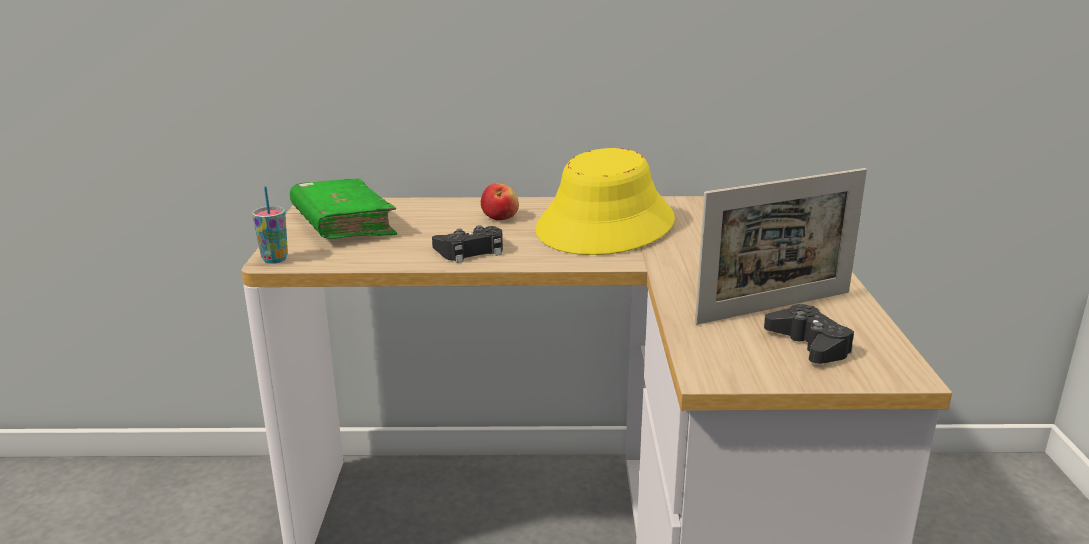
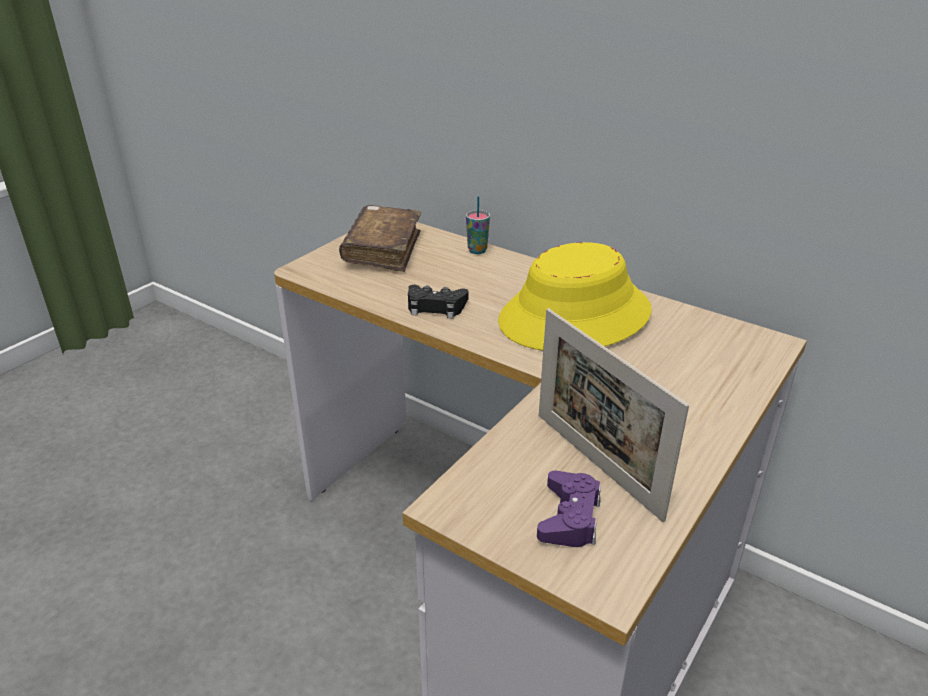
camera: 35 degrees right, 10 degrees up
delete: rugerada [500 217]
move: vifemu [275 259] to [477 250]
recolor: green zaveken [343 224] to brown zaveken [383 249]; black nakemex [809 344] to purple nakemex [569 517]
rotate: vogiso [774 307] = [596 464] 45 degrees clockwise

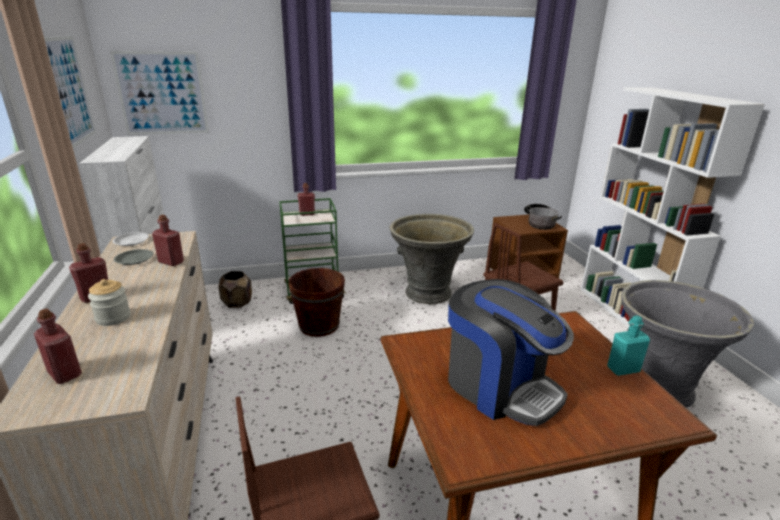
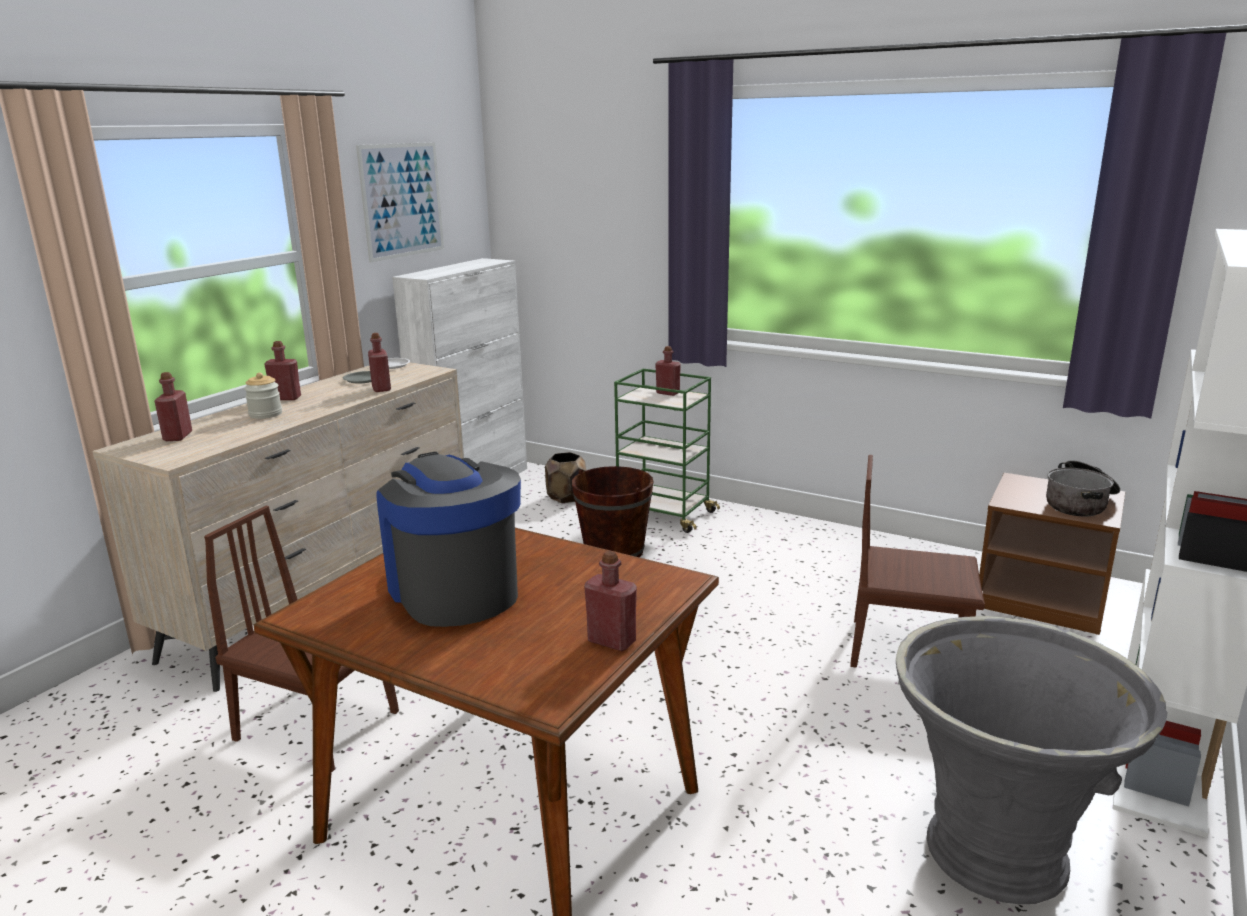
camera: 45 degrees right, 5 degrees down
delete: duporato [162 93]; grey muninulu [427 292]
recolor: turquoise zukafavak [623 369] to red zukafavak [611 641]
rotate: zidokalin [500 386] = [454 590] 150 degrees clockwise

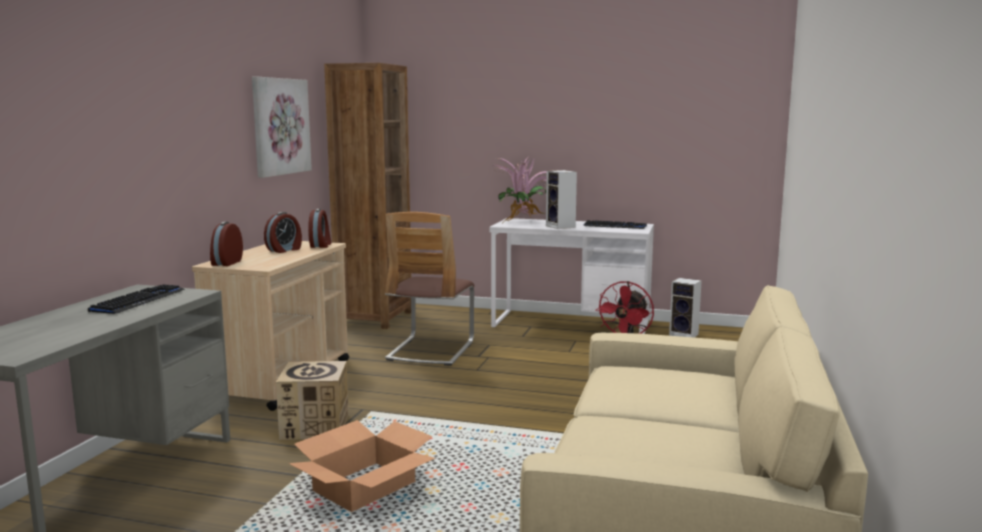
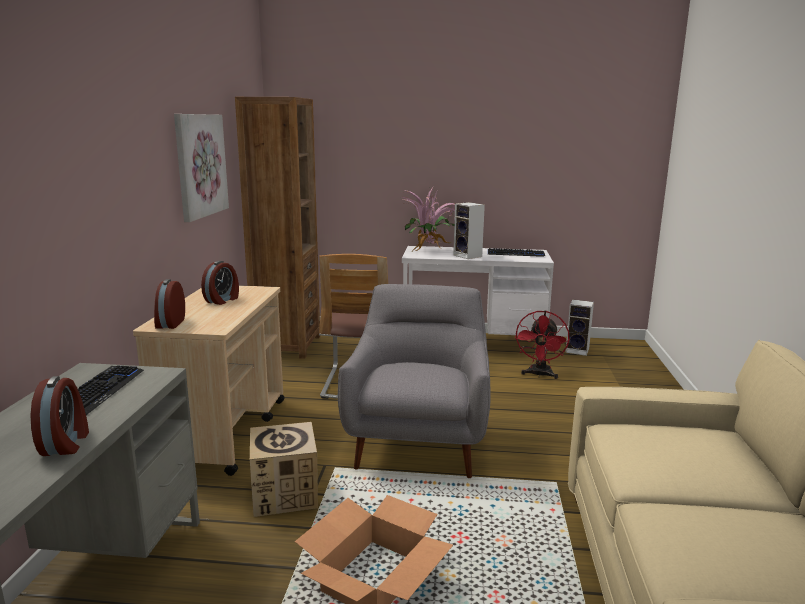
camera: 10 degrees left, 5 degrees up
insert: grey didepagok [418 442]
move: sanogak [321 245] to [66 443]

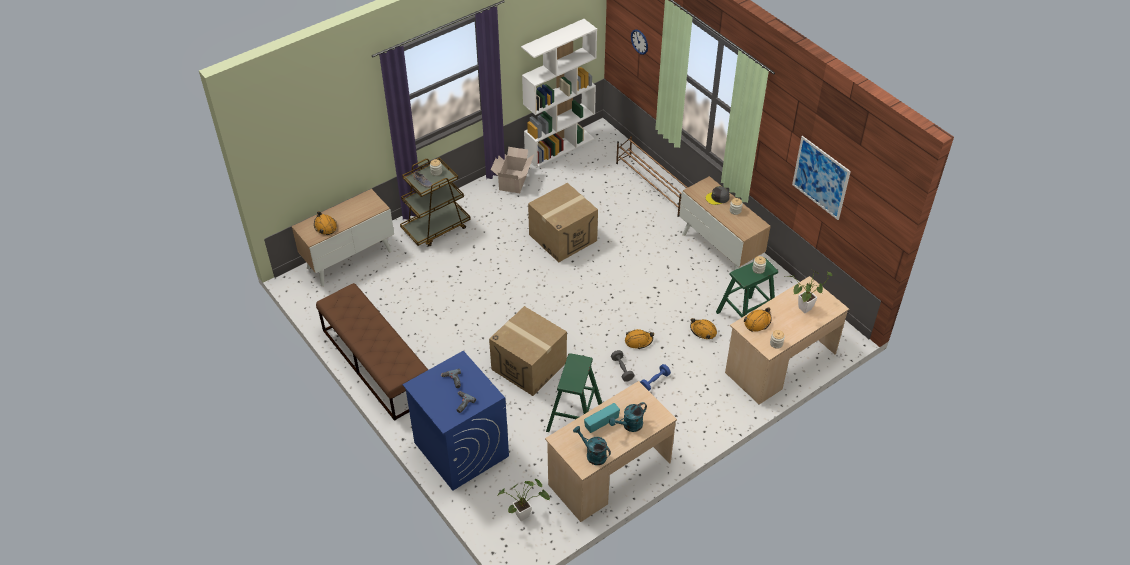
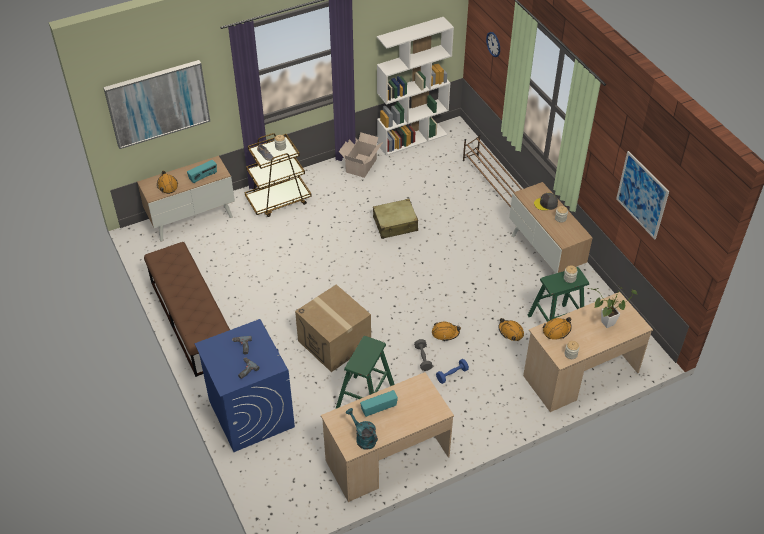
camera: 10 degrees right, 0 degrees up
delete: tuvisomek [525 514]; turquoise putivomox [629 426]
insert: duporato [158 103]; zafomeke [203 177]
replace: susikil [563 237] to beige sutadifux [395 224]

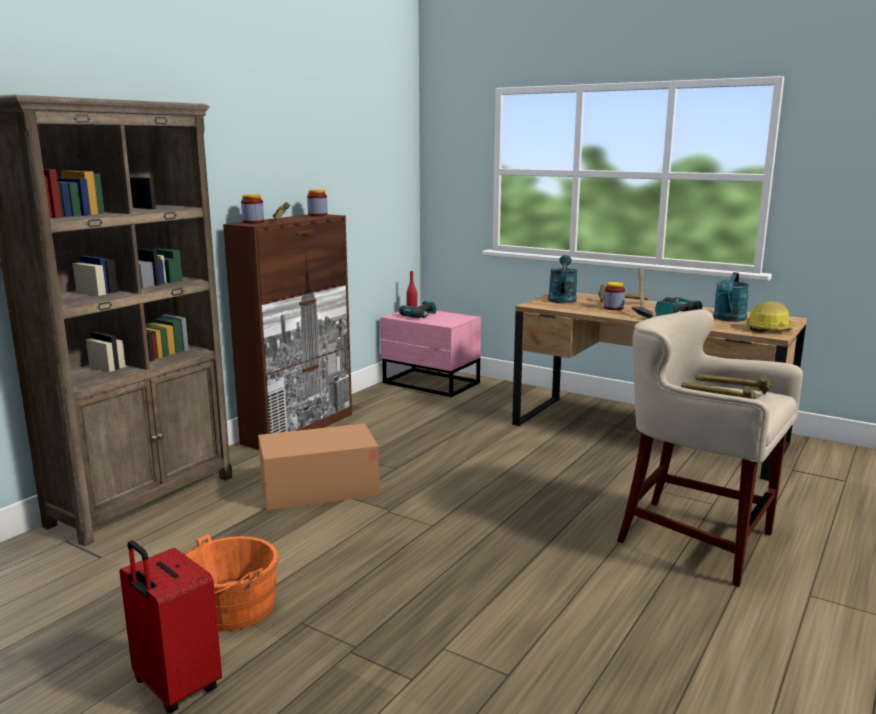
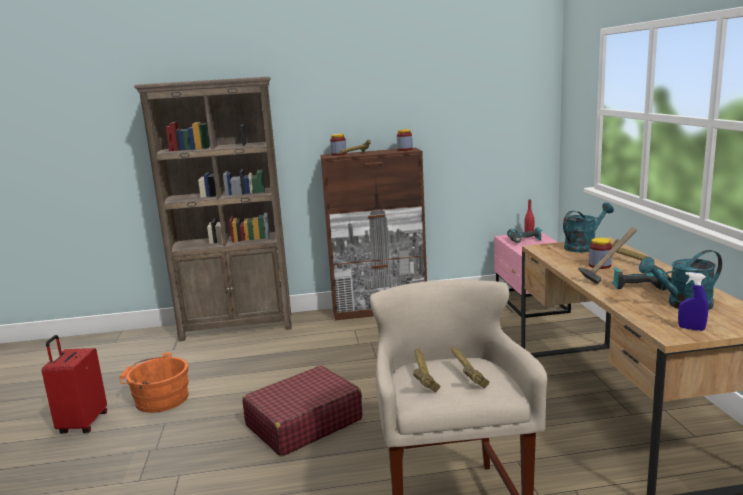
camera: 50 degrees right, 0 degrees up
delete: susikil [319 488]
insert: red sutadifux [303 423]
replace: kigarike [770 329] to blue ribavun [691 328]

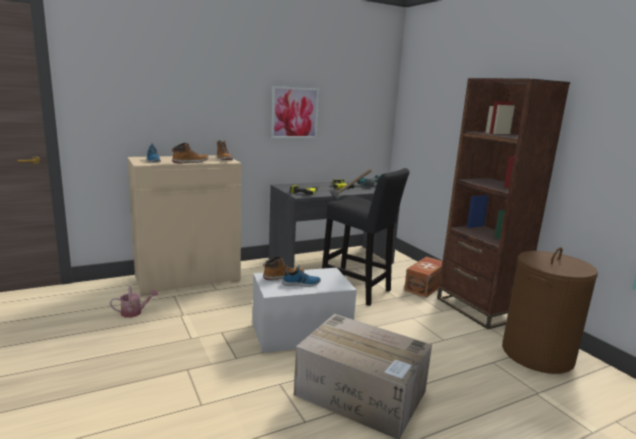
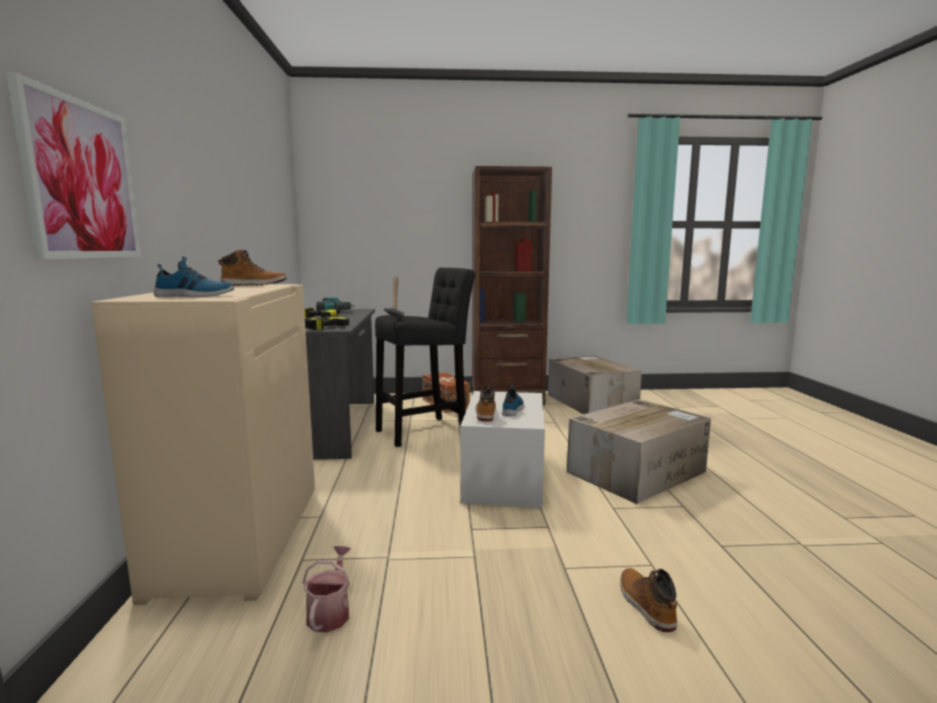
camera: 65 degrees left, 5 degrees down
move: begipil [190 162] to [645 605]; duporato [294 113] to [81 180]
replace: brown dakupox [537 354] to susikil [590 402]

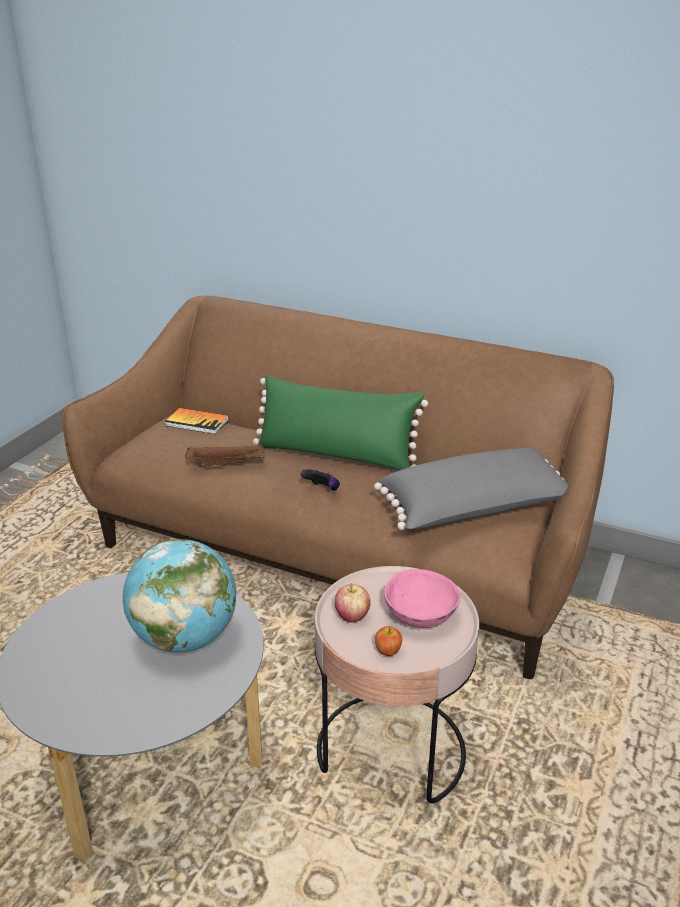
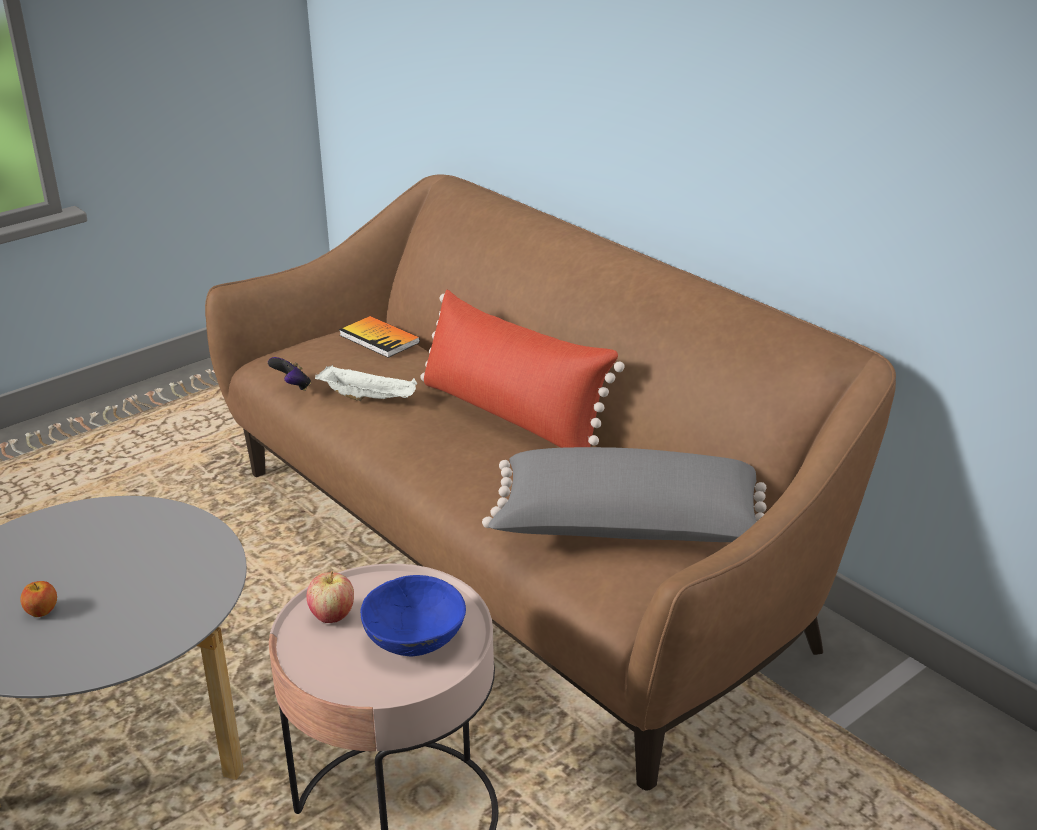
camera: 25 degrees right, 0 degrees up
delete: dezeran [185 638]
move: nakemex [322 490] to [292 387]; rugerada [388 650] to [42 611]
recolor: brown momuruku [228 464] to white momuruku [369 398]; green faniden [336 455] to red faniden [512 416]; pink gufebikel [419 615] to blue gufebikel [413 638]

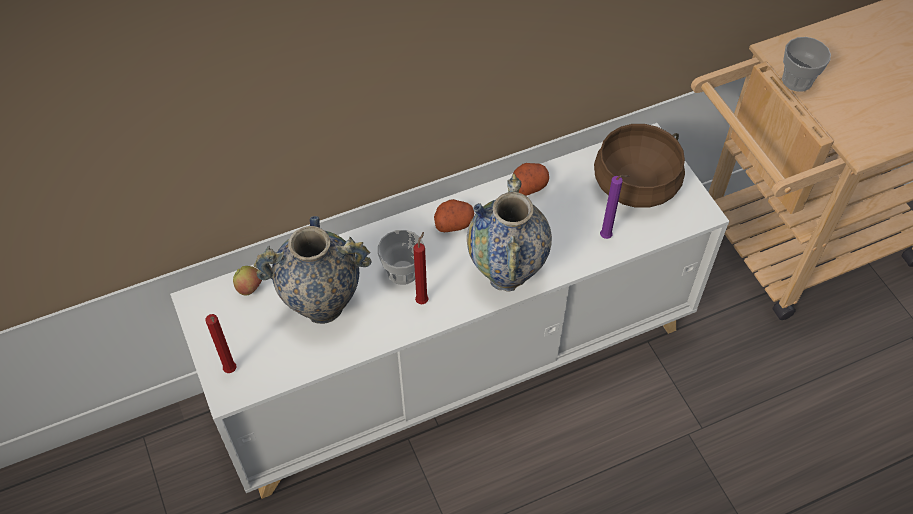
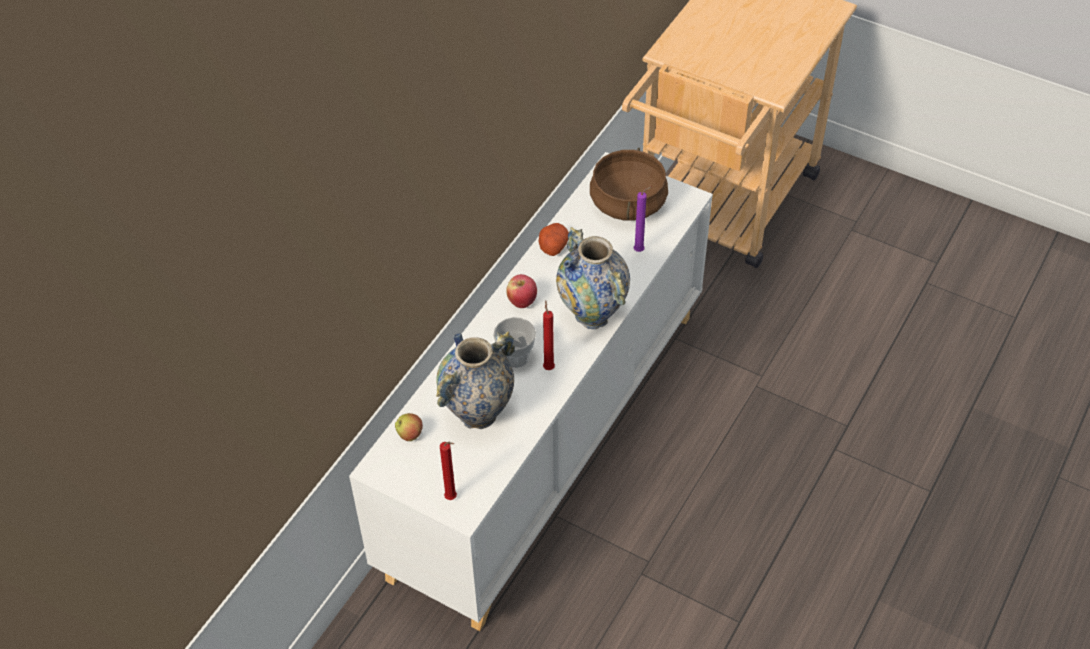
camera: 35 degrees left, 5 degrees down
delete: vifemu [797 80]
replace: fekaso [454 223] to rugerada [522 301]

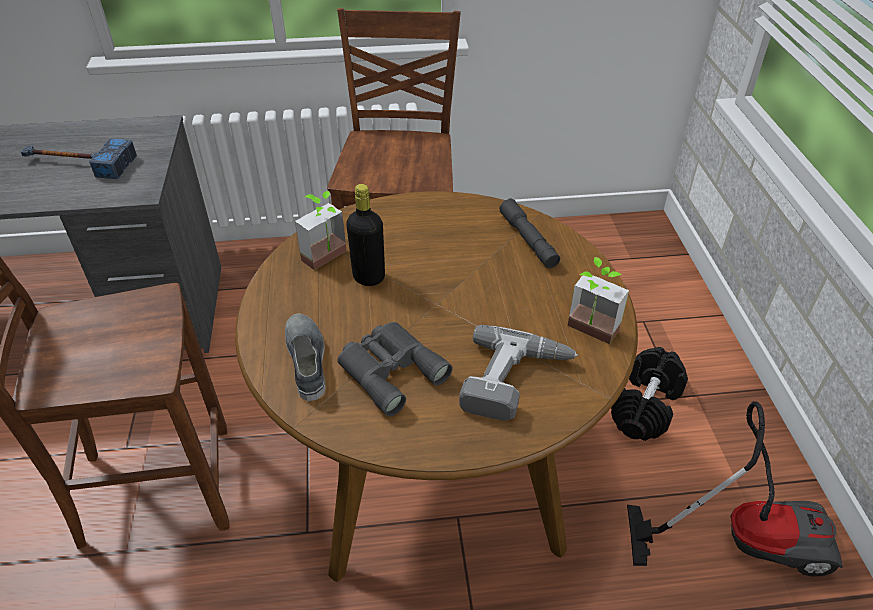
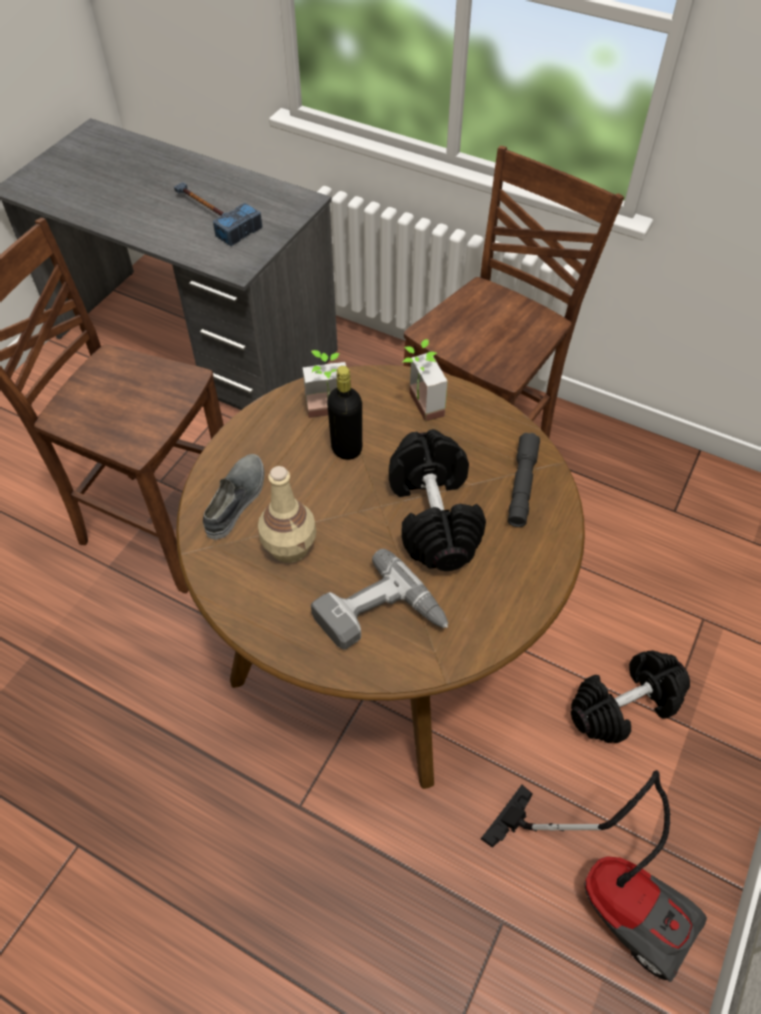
camera: 35 degrees right, 10 degrees up
insert: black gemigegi [434 516]
move: tuvisomek [588 333] to [418 407]
replace: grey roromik [390 369] to beige zukafavak [290 546]

